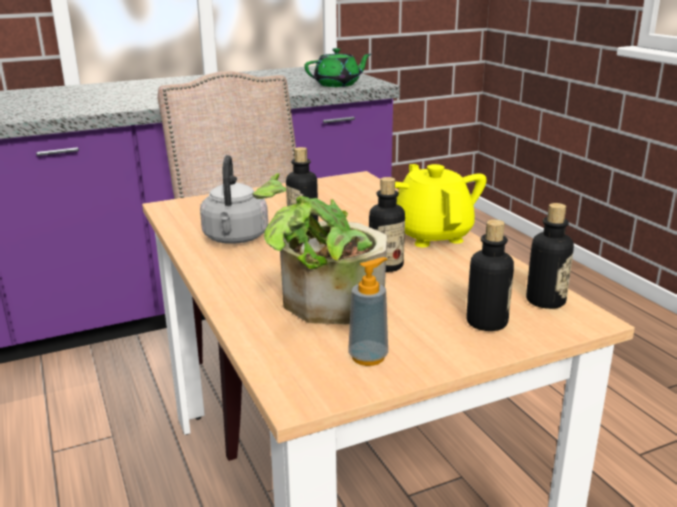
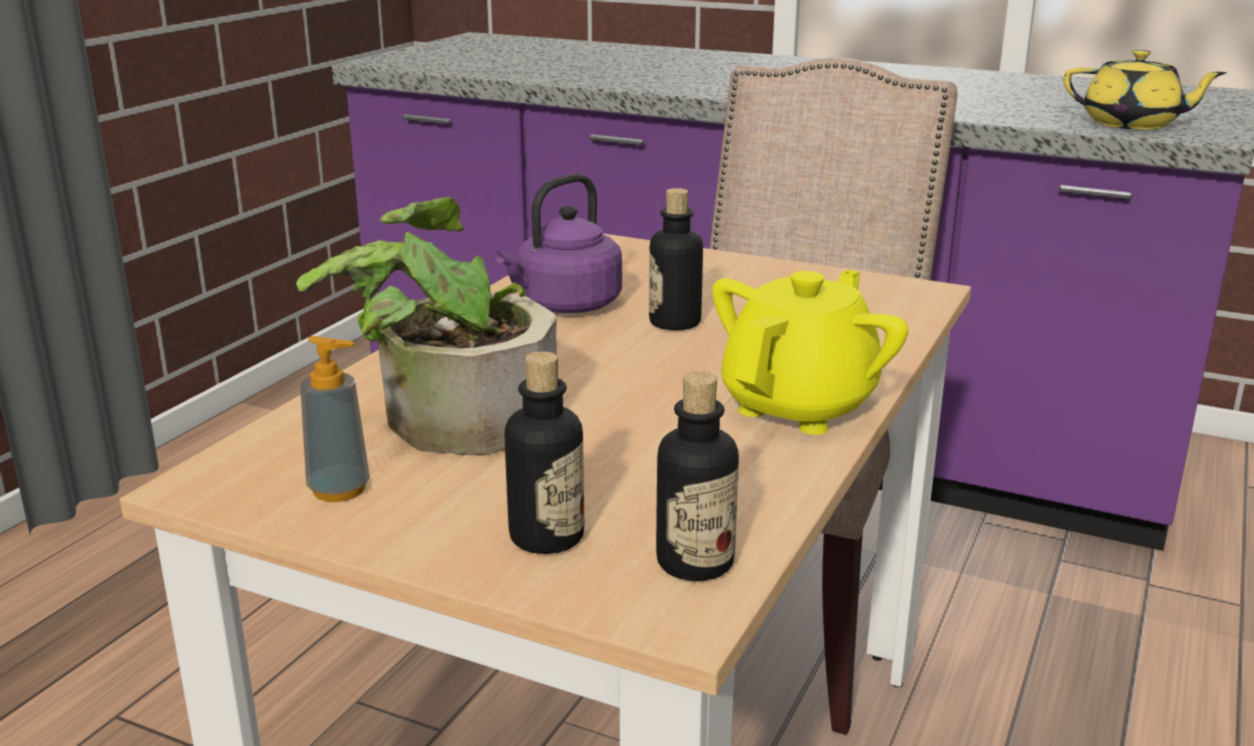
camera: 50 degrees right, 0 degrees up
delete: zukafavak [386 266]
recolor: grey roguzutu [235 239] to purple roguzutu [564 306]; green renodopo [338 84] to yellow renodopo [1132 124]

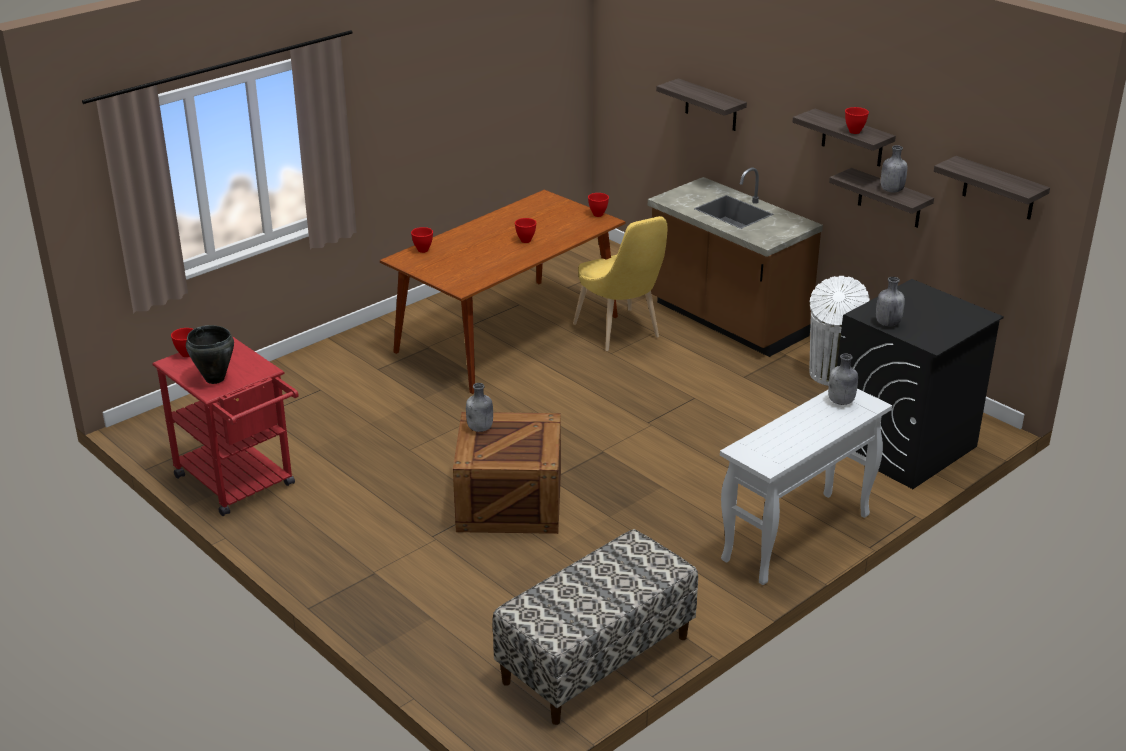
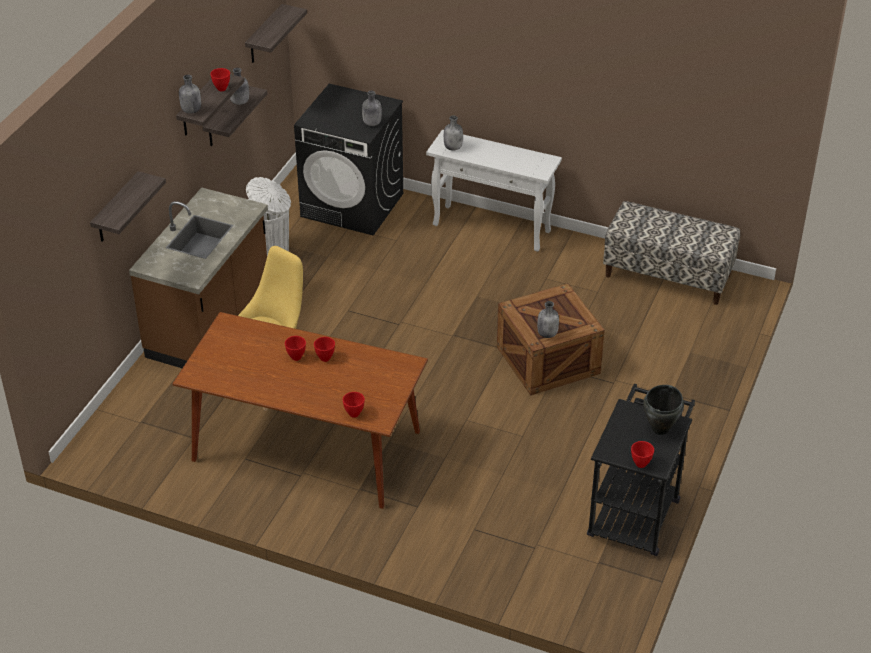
camera: 115 degrees left, 10 degrees up
insert: grey zukafavak [191 110]
move: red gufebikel [597 215] to [325 358]
recolor: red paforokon [240 485] to black paforokon [636 511]

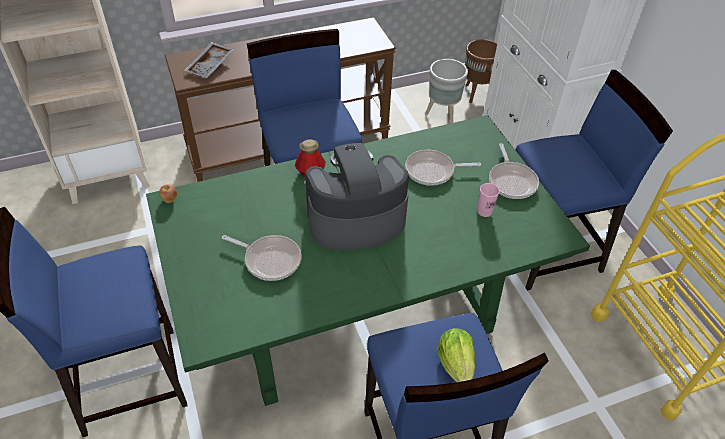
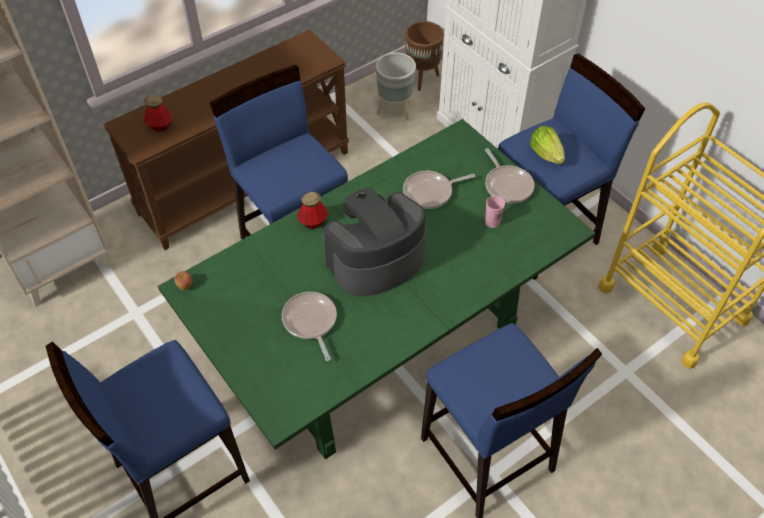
camera: 15 degrees left, 5 degrees up
move: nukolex [456 364] to [546 154]
replace: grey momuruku [211 66] to zukafavak [160 126]
rotate: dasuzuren [270 260] = [310 322] 120 degrees counterclockwise

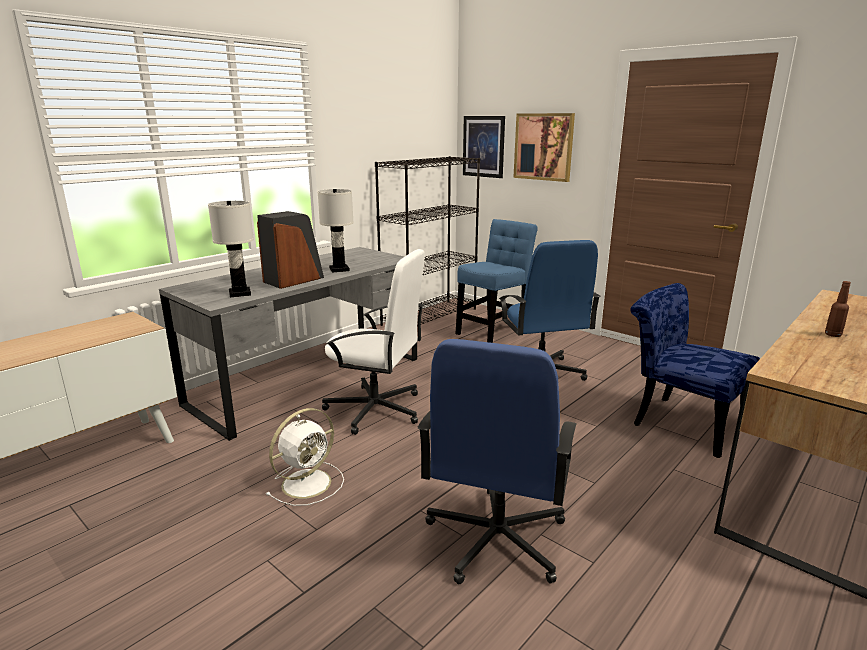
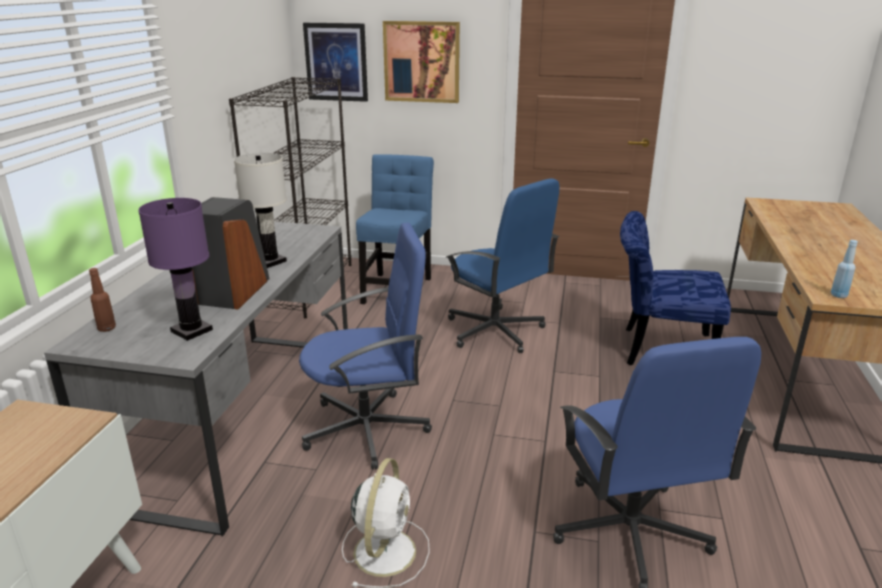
camera: 30 degrees left, 5 degrees up
insert: blue zukafavak [839 295]
move: brown zukafavak [833 335] to [107 328]
recolor: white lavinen [240 293] to purple lavinen [192 330]; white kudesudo [376 409] to blue kudesudo [368 429]

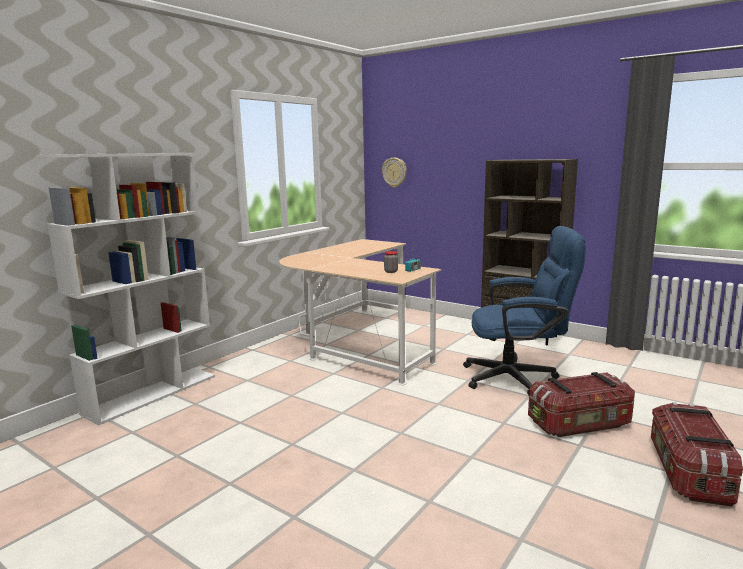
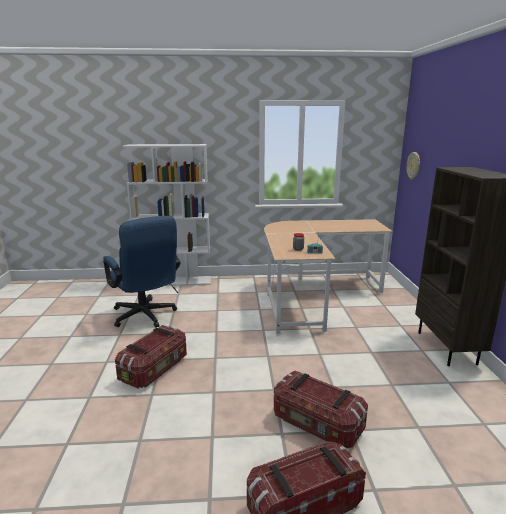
camera: 50 degrees right, 5 degrees up
insert: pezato [155 369]
move: blue kudesudo [518 378] to [146 317]

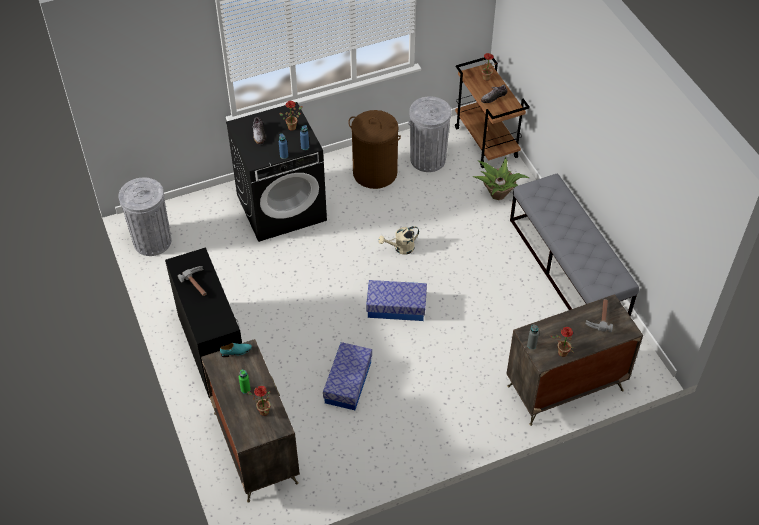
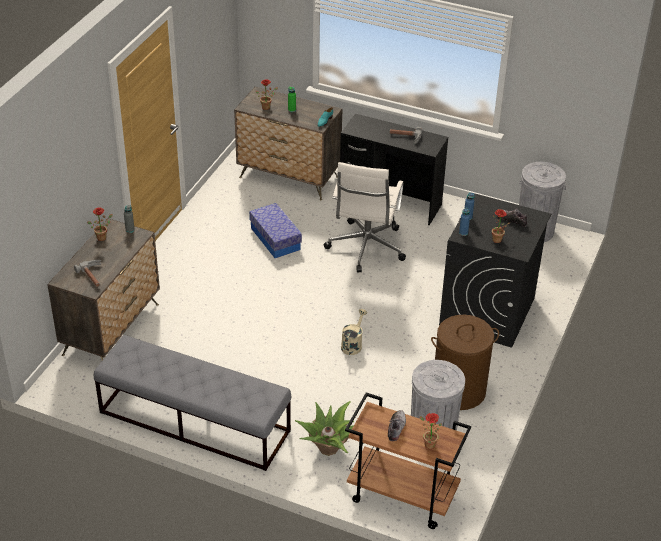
camera: 135 degrees right, 10 degrees down
delete: pezato [396 307]
insert: white kudesudo [365 248]

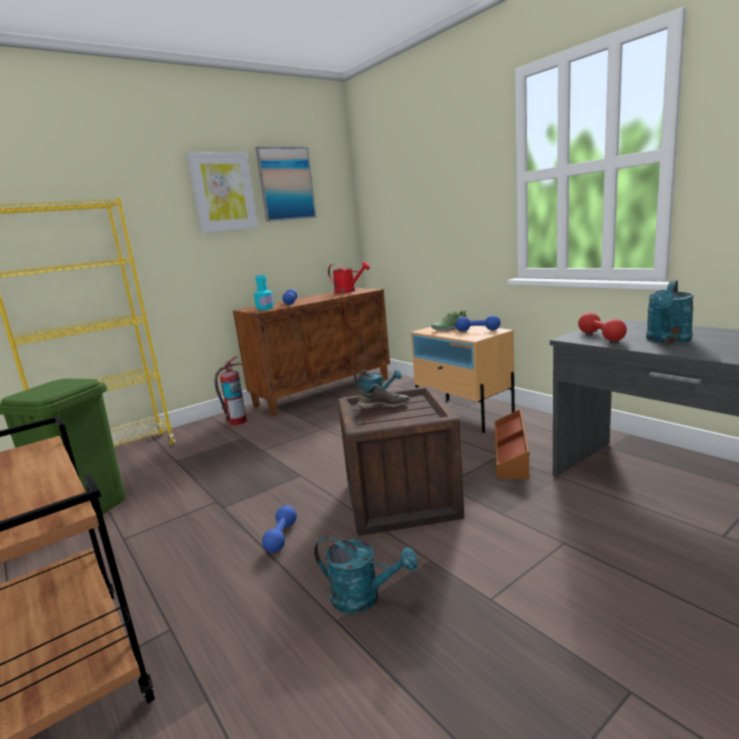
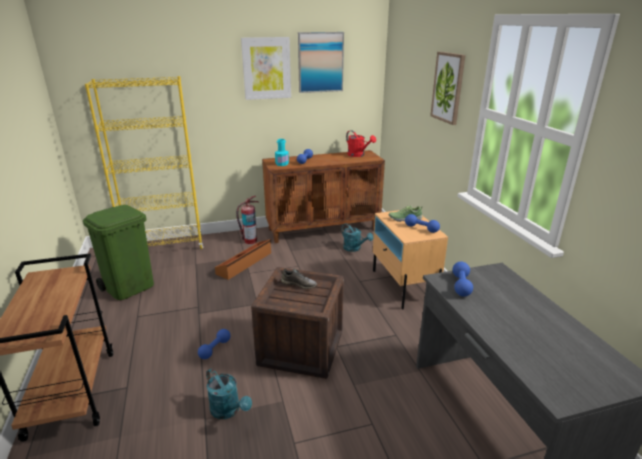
camera: 20 degrees right, 10 degrees up
delete: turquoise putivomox [667 340]
insert: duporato [448 87]
move: brown pezato [511 453] to [245 263]
recolor: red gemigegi [600 336] to blue gemigegi [461 285]

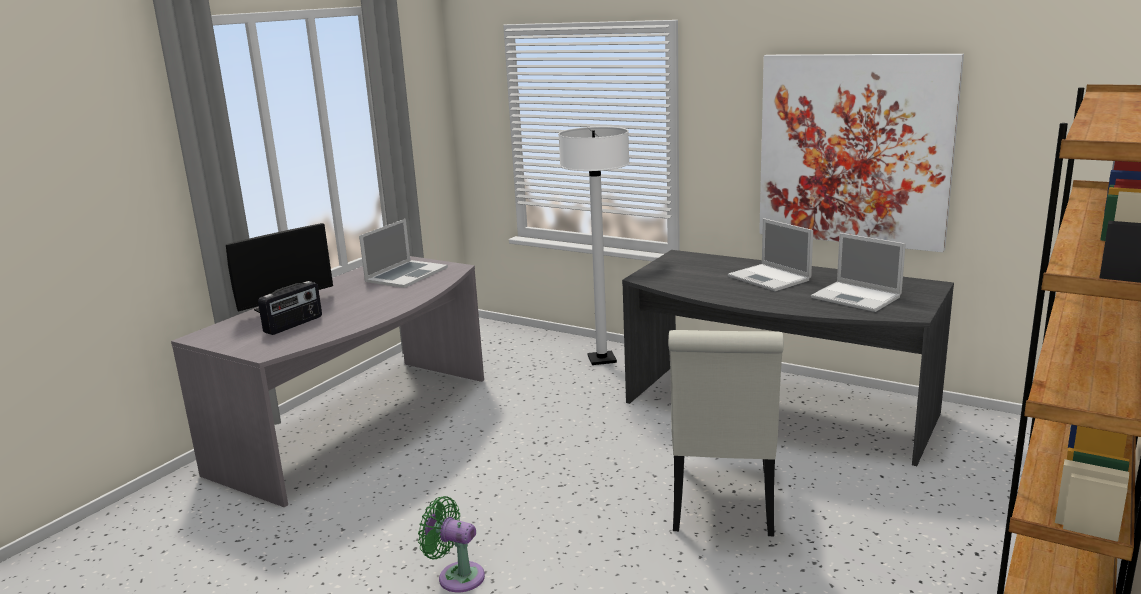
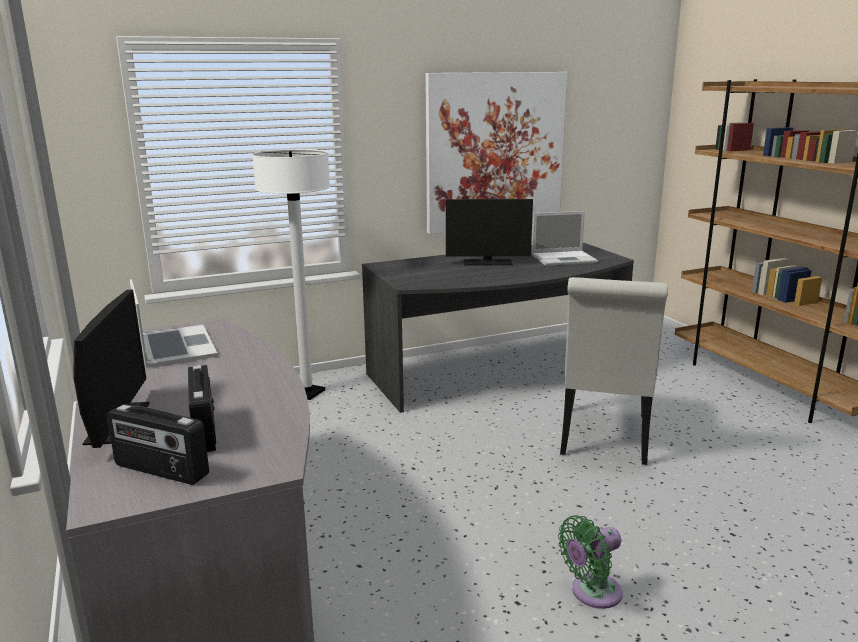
camera: 55 degrees left, 0 degrees up
insert: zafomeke [160 471]
replace: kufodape [770 278] to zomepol [487 262]
rotate: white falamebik [723 506] = [604 439] 60 degrees clockwise

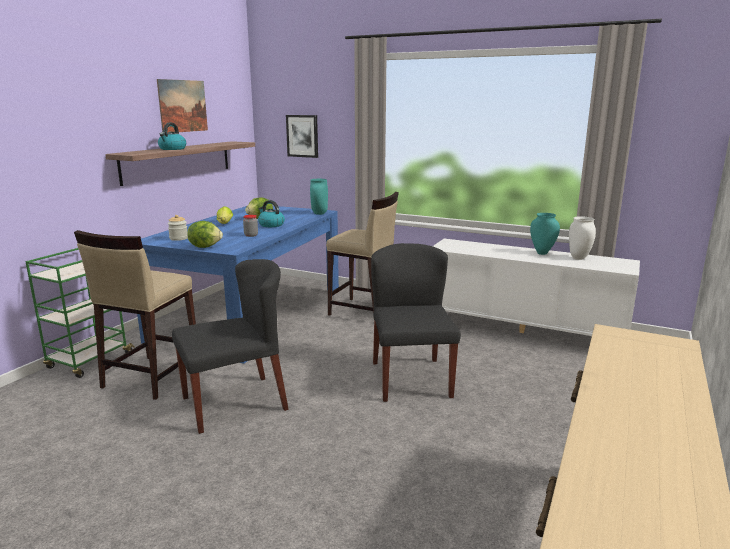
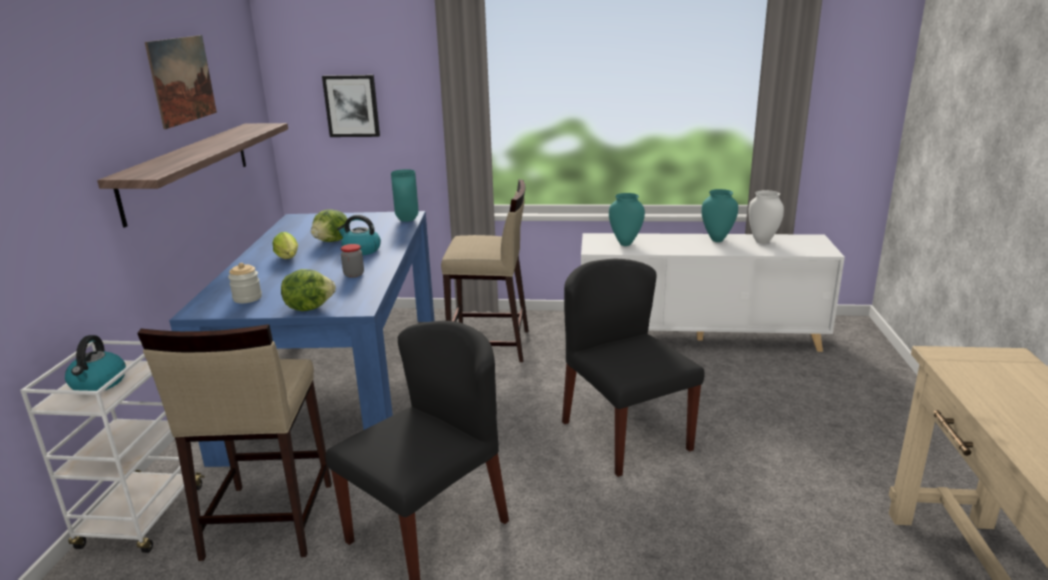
camera: 20 degrees left, 5 degrees up
insert: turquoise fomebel [625 243]
move: roguzutu [172 149] to [98 383]
recolor: green paforokon [89 361] to white paforokon [141 519]

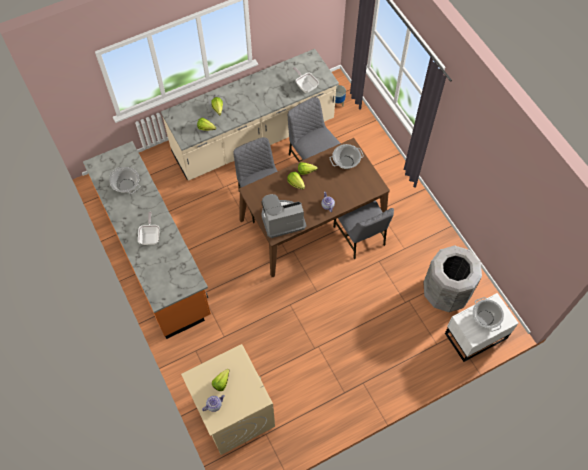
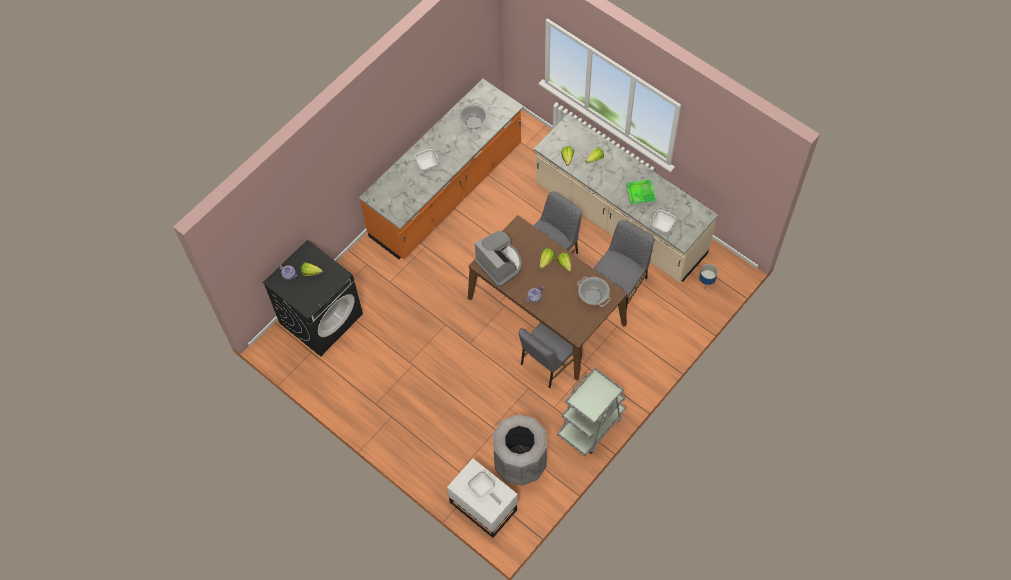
camera: 70 degrees right, 0 degrees up
insert: grey paforokon [591 424]; momuruku [641 194]
replace: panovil [485 318] to dasuzuren [483 490]
recolor: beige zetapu [233 412] to black zetapu [321 318]

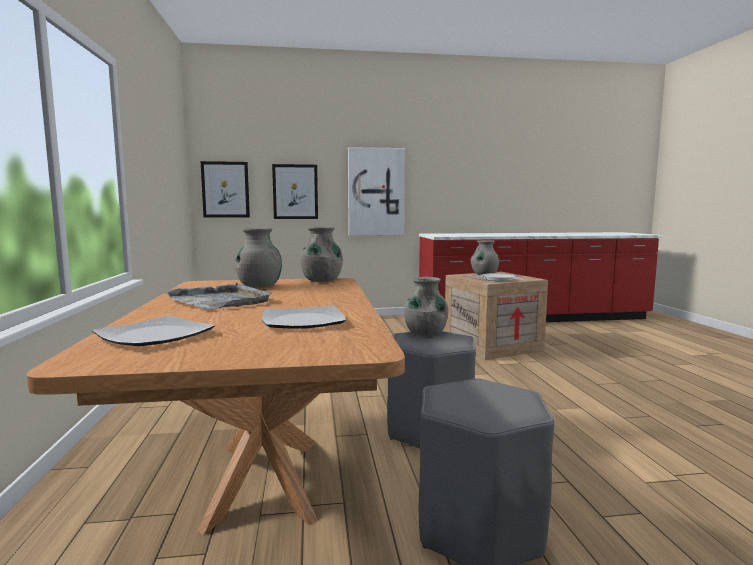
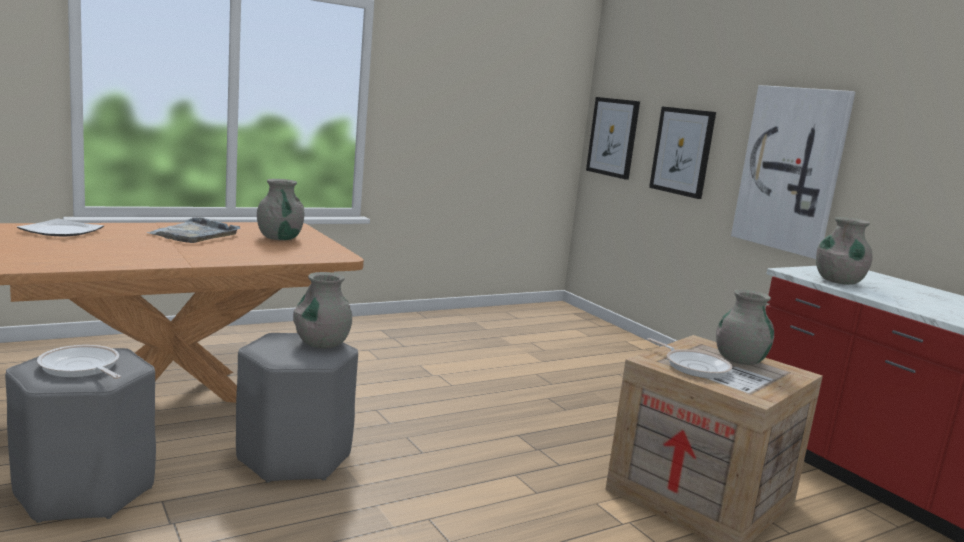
camera: 65 degrees right, 5 degrees up
delete: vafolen [302 321]
insert: dasuzuren [81 368]
move: grey fomebel [321 281] to [838 282]

